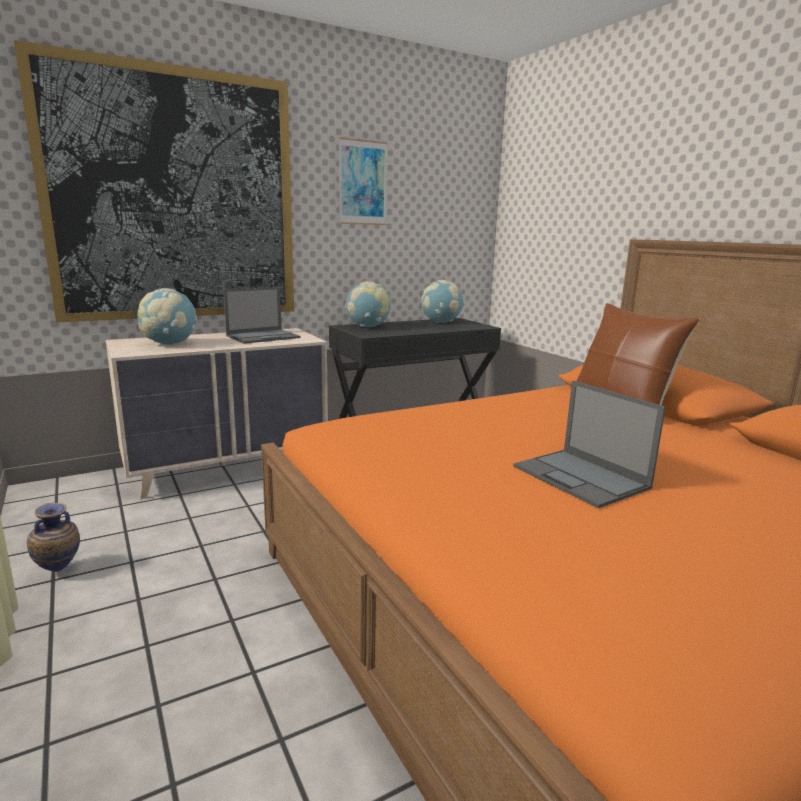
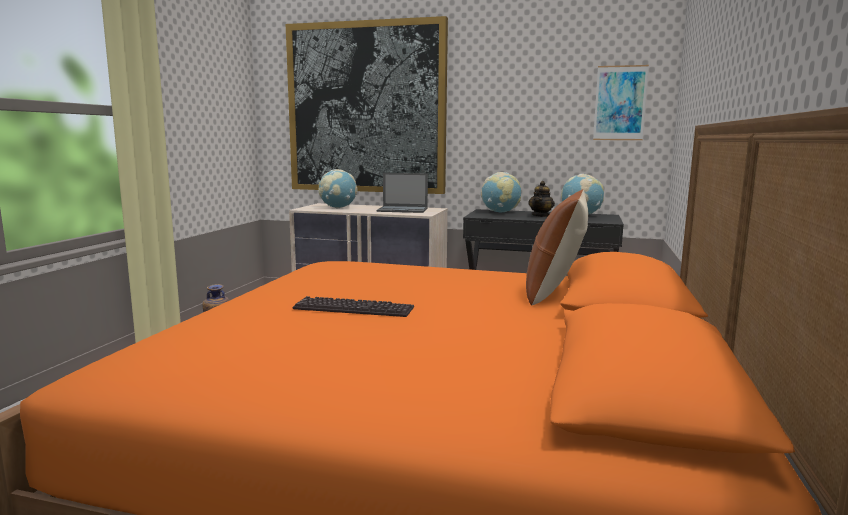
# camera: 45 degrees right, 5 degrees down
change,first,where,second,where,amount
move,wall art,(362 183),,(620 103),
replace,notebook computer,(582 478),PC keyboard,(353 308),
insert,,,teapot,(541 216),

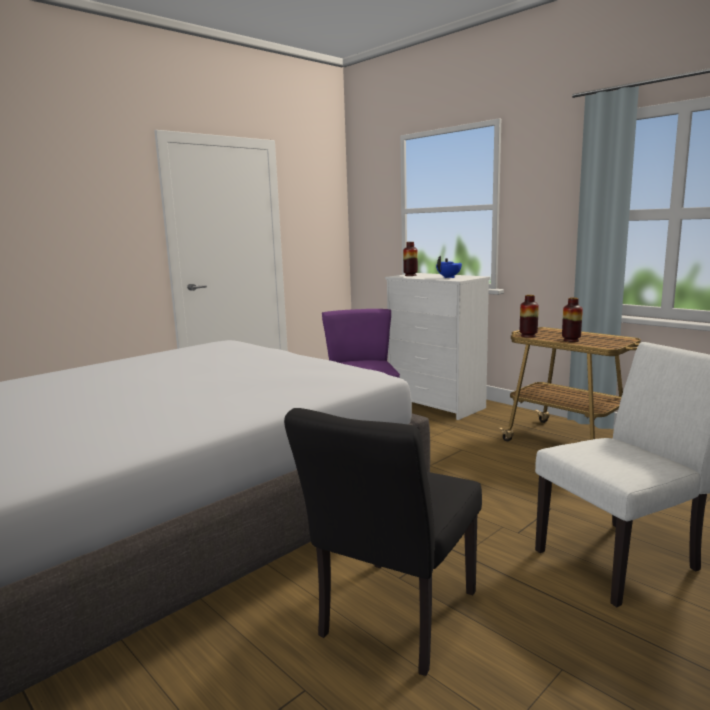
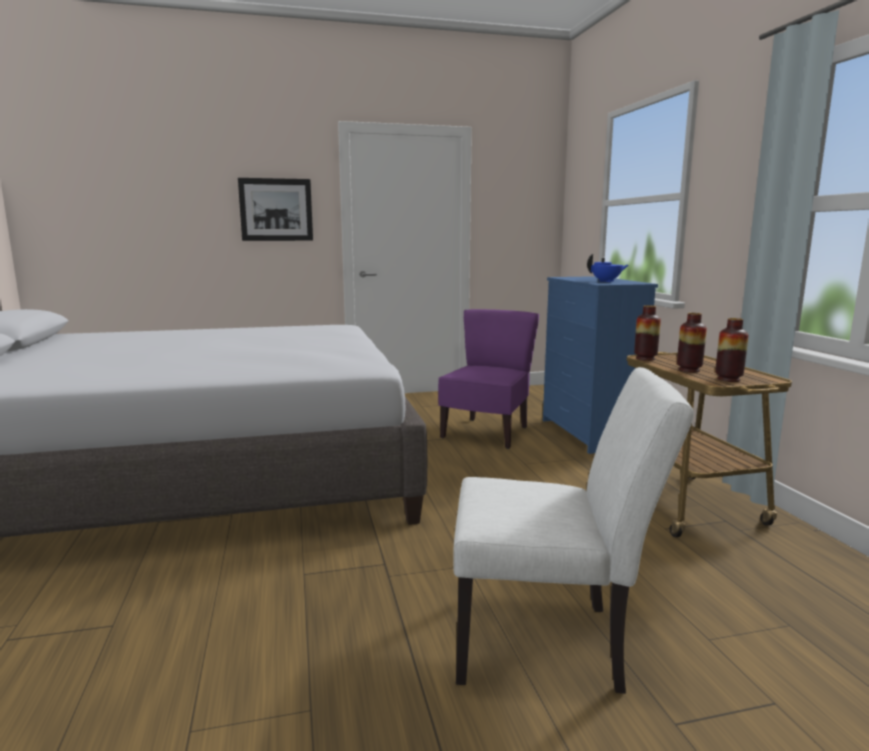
# camera: 30 degrees right, 0 degrees up
change,first,where,second,where,amount
move,flower vase,(410 275),,(728 379),
recolor,drawer chest in whitish,(436 405),drawer chest in blue,(588 434),
delete,chair in blackish,(392 621),,,
insert,,,wall art,(276 209),

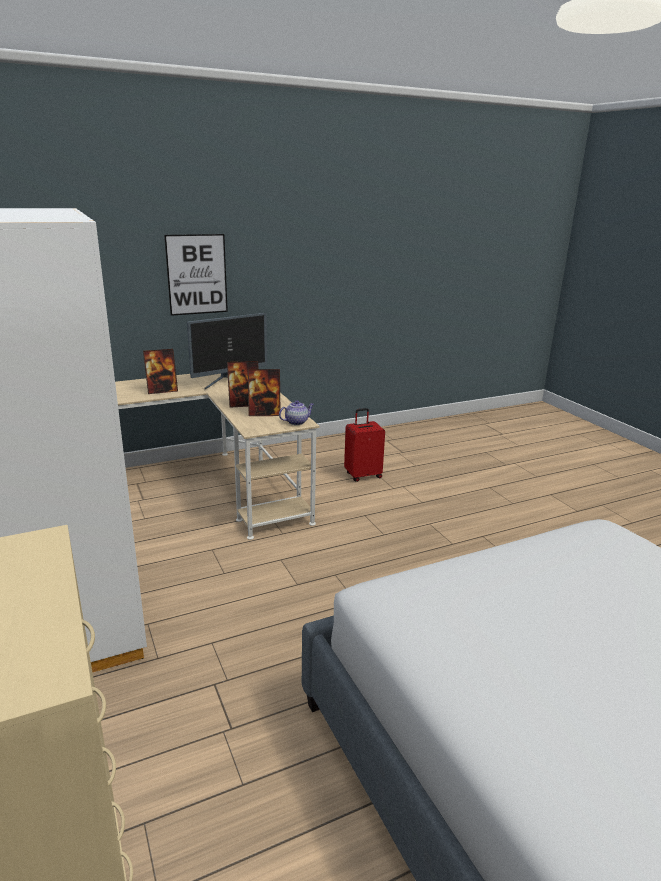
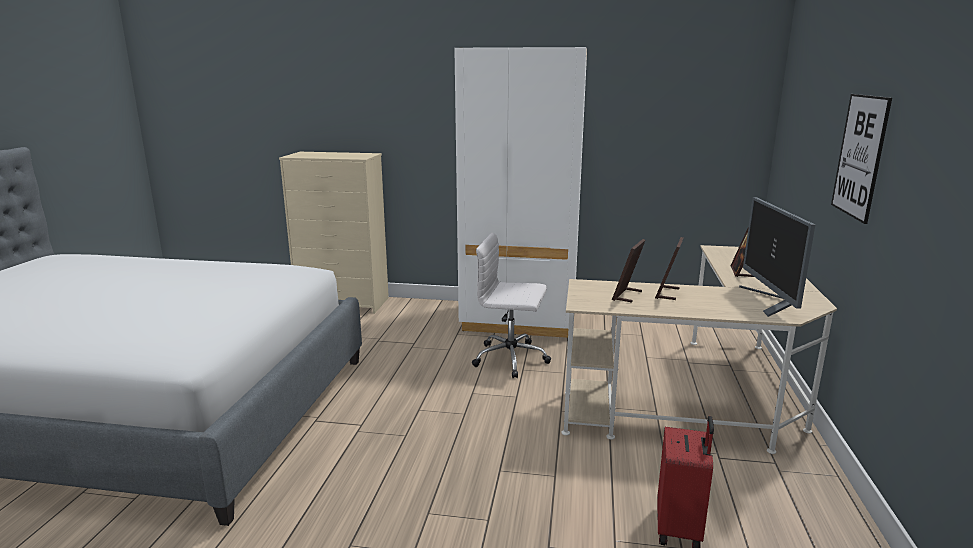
# camera: 125 degrees right, 5 degrees down
change,first,where,second,where,amount
delete,teapot,(297 422),,,
insert,,,computer chair in whitish,(512 359),

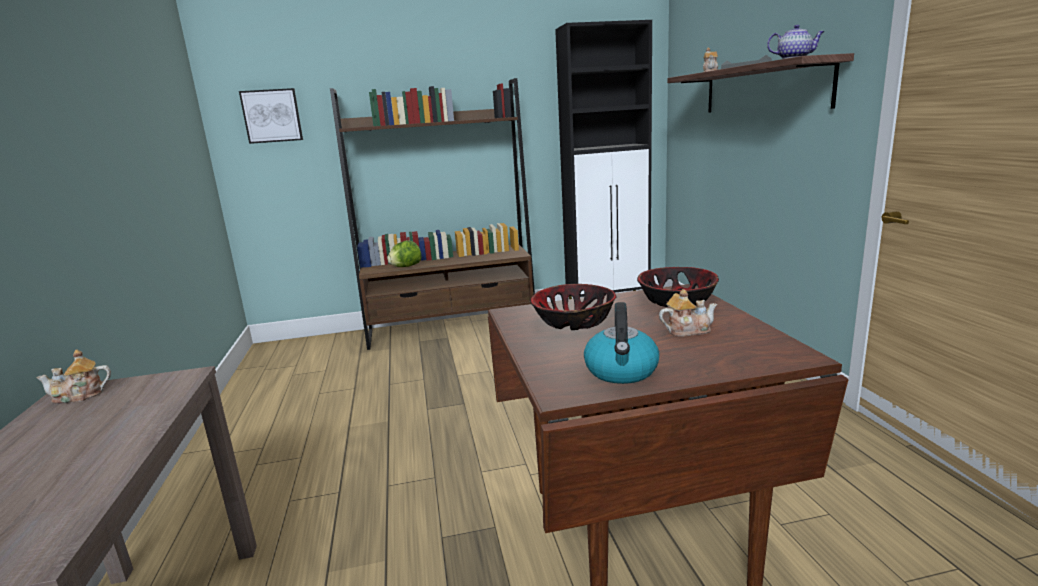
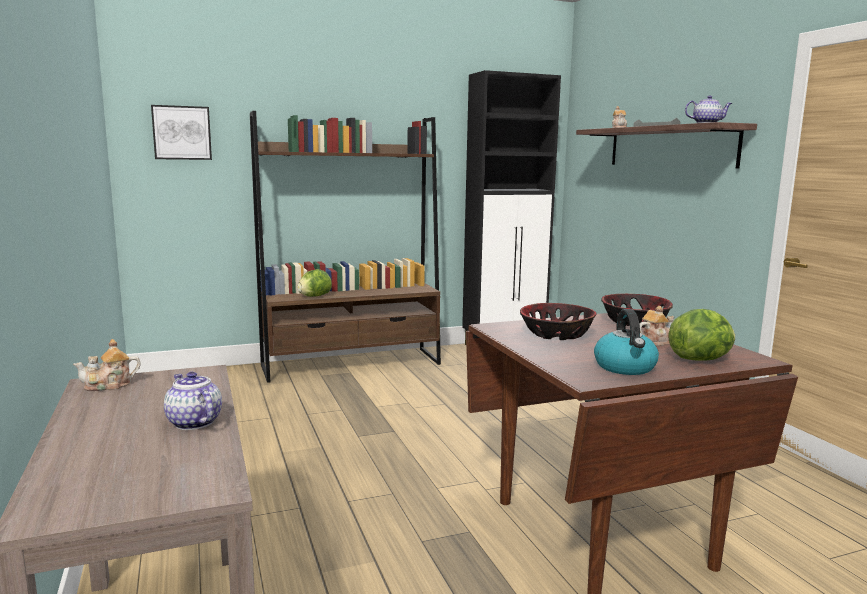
# camera: 10 degrees left, 5 degrees down
change,first,where,second,where,amount
insert,,,lettuce,(701 359),
insert,,,teapot,(193 422),

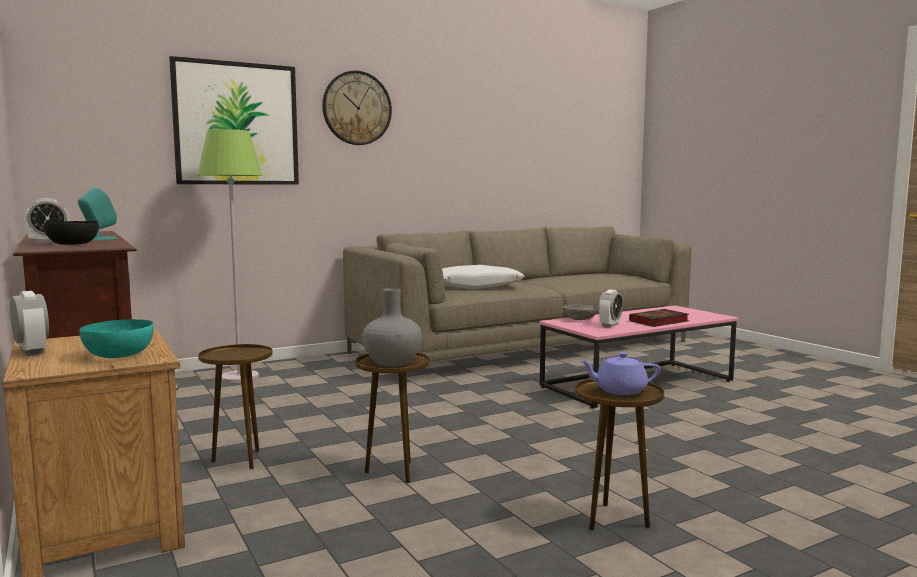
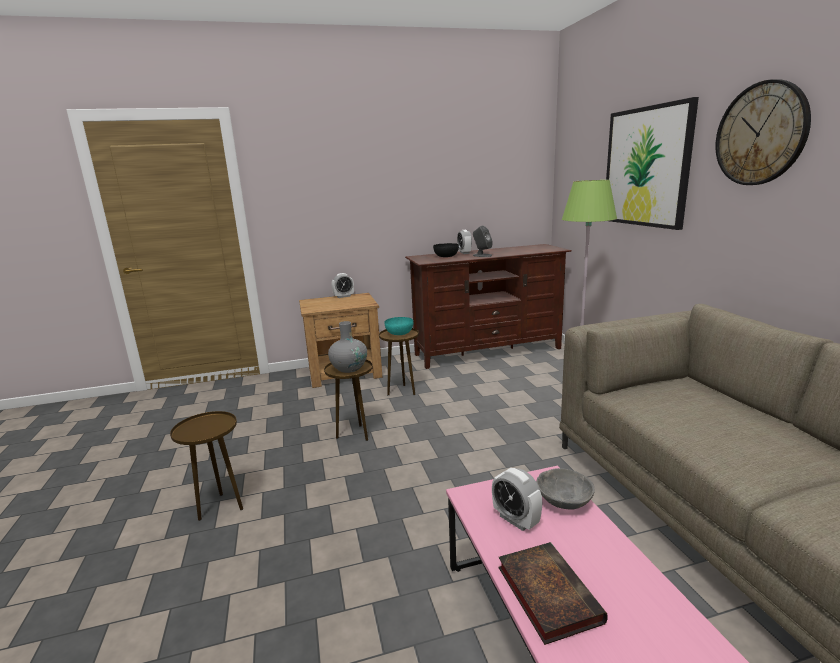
# camera: 105 degrees right, 10 degrees up
change,first,where,second,where,amount
recolor,loudspeaker in turquoise-coloured,(98 239),loudspeaker in greyish,(482 255),
delete,throw pillow in whitish,(476 286),,,
move,bowl in turquoise-coloured,(119 355),,(399 333),
delete,teapot in purple,(619 390),,,

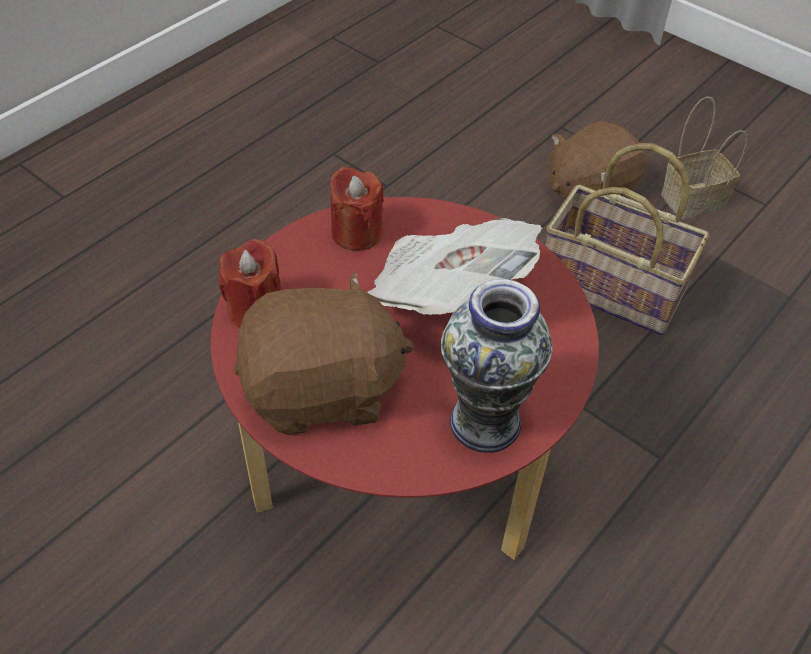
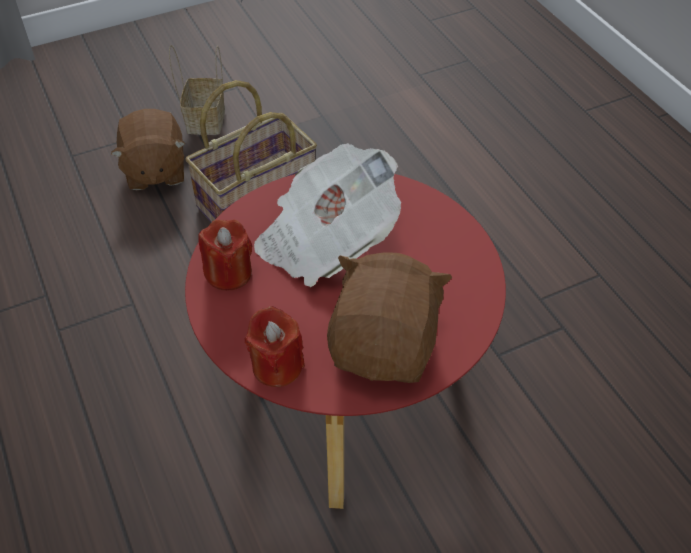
# camera: 65 degrees left, 0 degrees up
change,first,where,second,where,amount
delete,flower vase,(486 422),,,

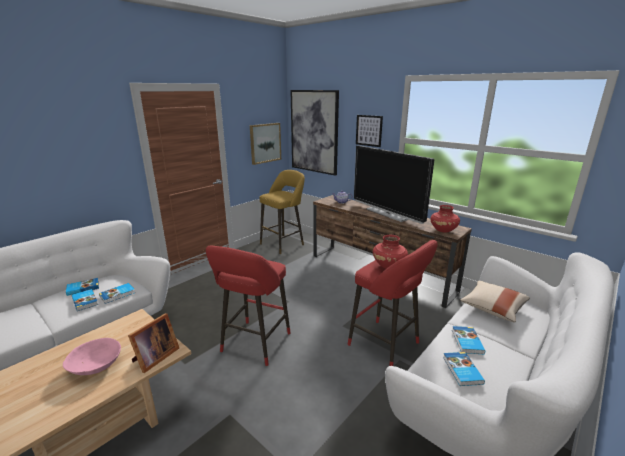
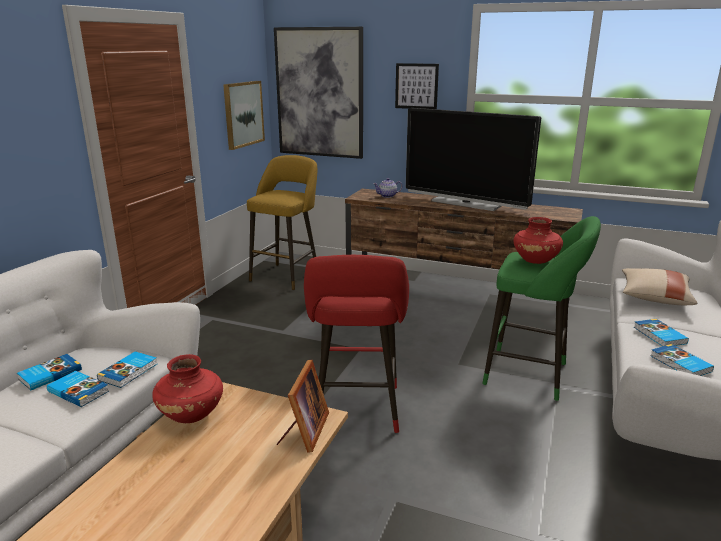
# camera: 20 degrees left, 0 degrees up
change,first,where,second,where,amount
move,flower vase in red,(443 230),,(191 415),
recolor,sitting stool in red,(387 345),sitting stool in green,(531 375),
delete,bowl in pinkish,(96 366),,,

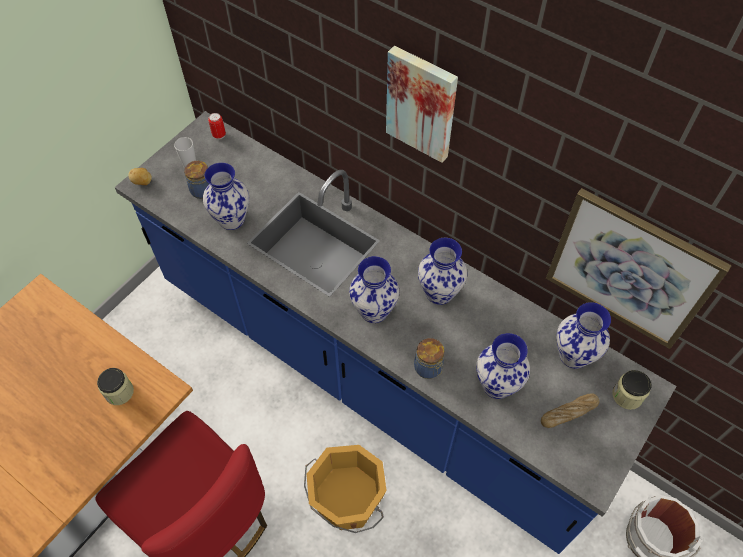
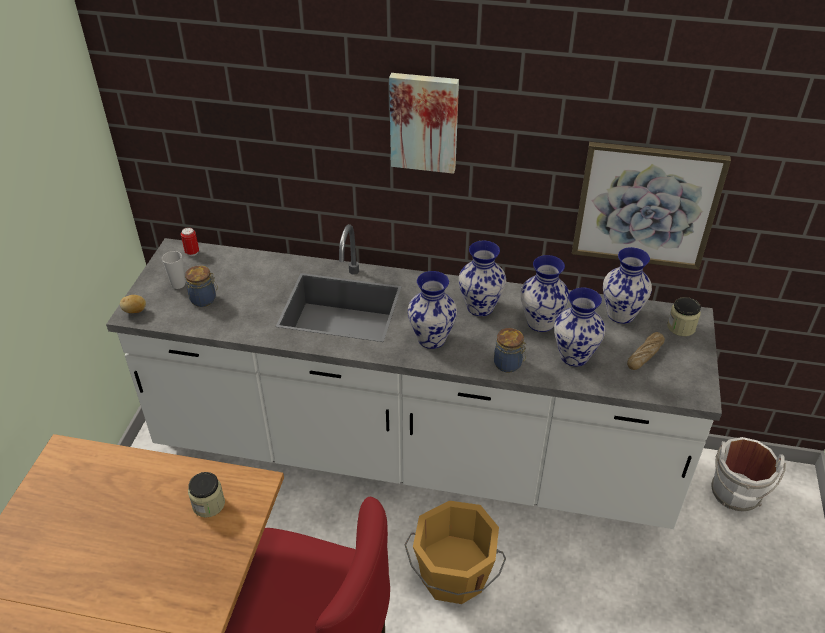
# camera: 25 degrees left, 15 degrees down
change,first,where,second,where,amount
recolor,kitchen base unit in blue,(371 373),kitchen base unit in whitish,(412 456),
move,flower vase,(231 219),,(539 322),

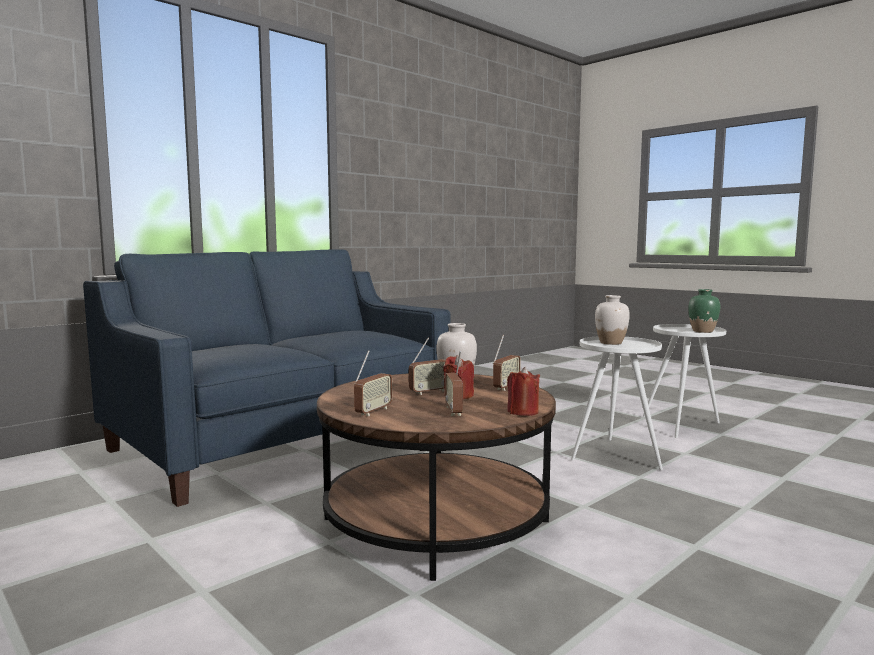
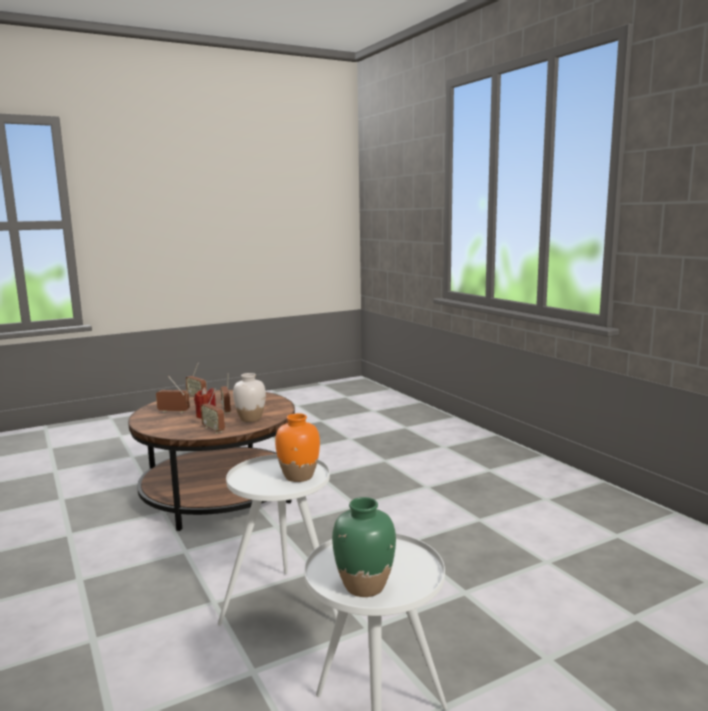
# camera: 105 degrees right, 5 degrees up
change,first,where,second,where,amount
delete,couch in blue,(283 440),,,
recolor,flower vase in whitish,(611 343),flower vase in orange,(298 476),
delete,wax light in red,(522 412),,,

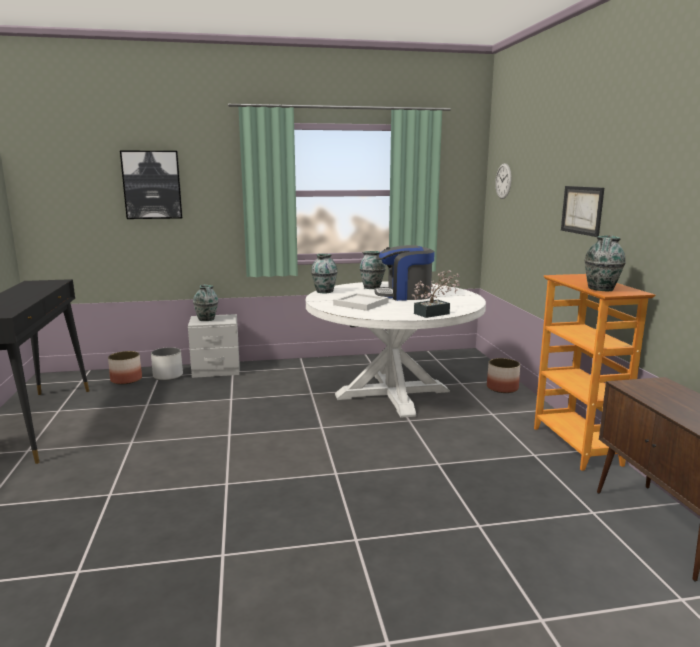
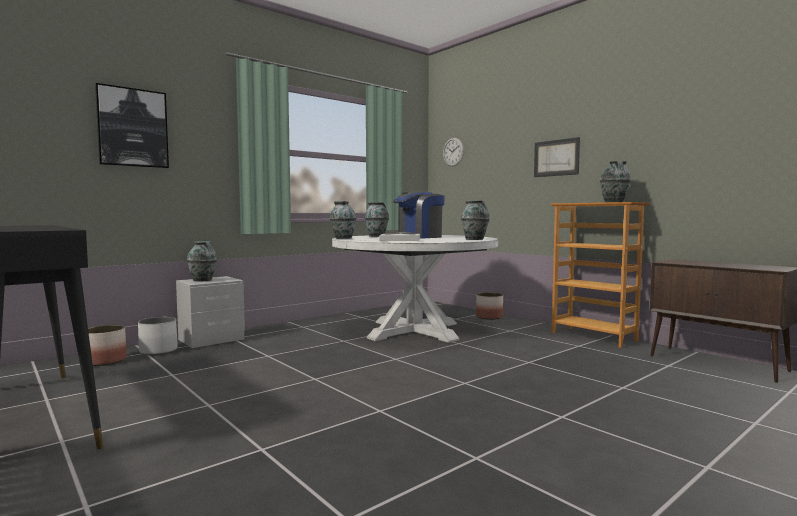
# camera: 30 degrees left, 10 degrees down
change,first,where,second,where,amount
replace,plant in a pot,(435 313),flower vase,(475 239),

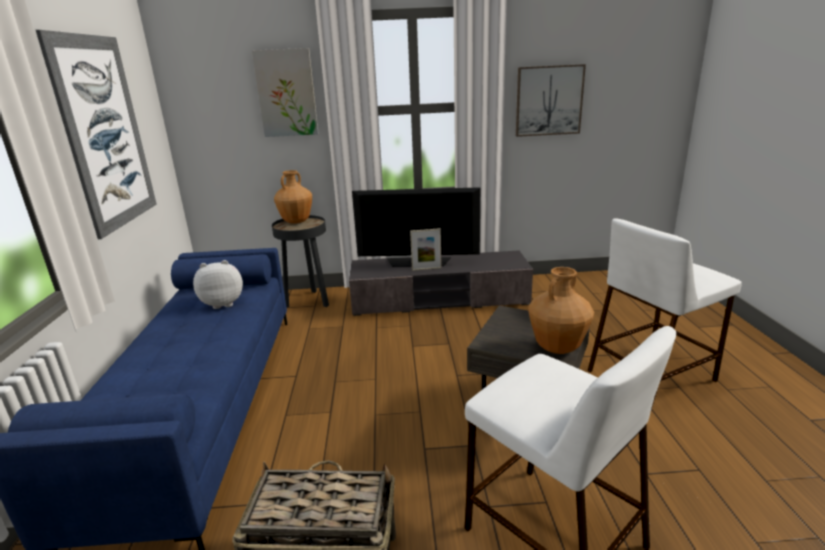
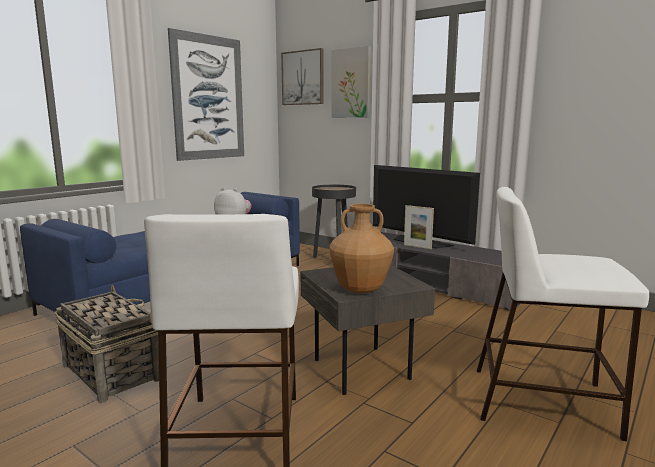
# camera: 40 degrees right, 10 degrees down
change,first,where,second,where,amount
move,wall art,(548 101),,(303 78),
delete,flower vase in brown,(296 222),,,

